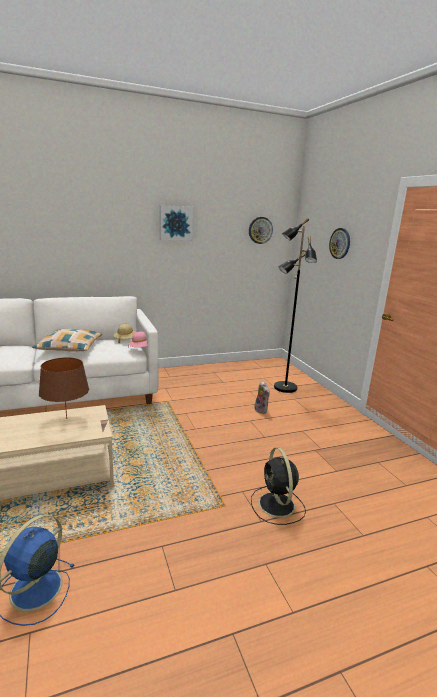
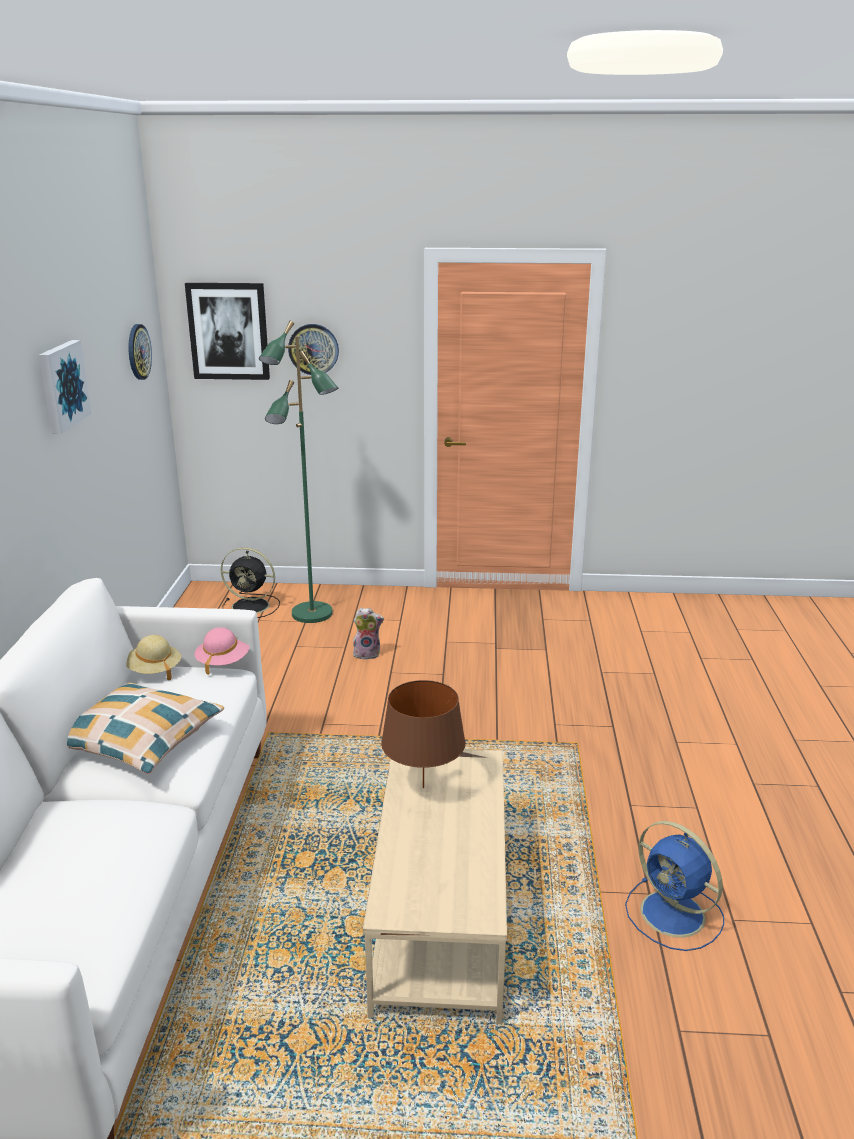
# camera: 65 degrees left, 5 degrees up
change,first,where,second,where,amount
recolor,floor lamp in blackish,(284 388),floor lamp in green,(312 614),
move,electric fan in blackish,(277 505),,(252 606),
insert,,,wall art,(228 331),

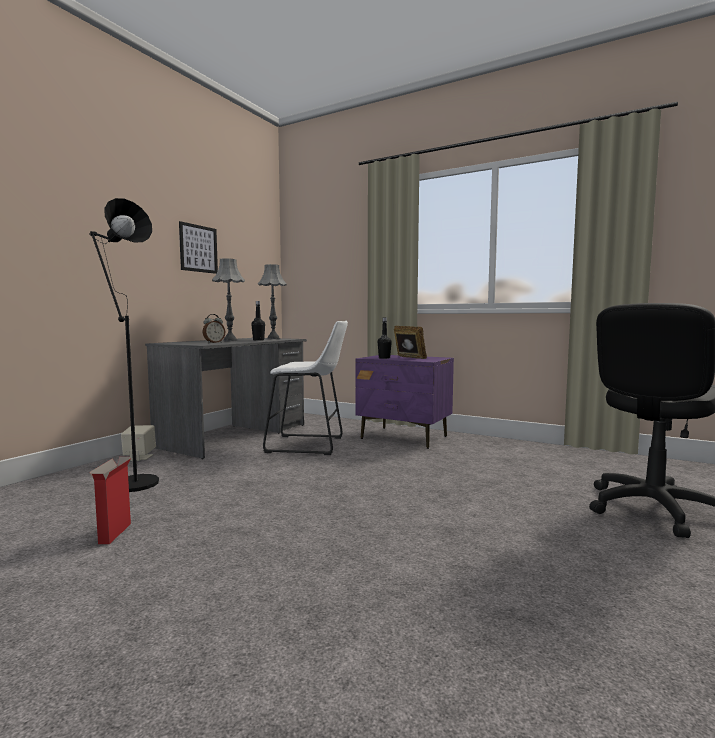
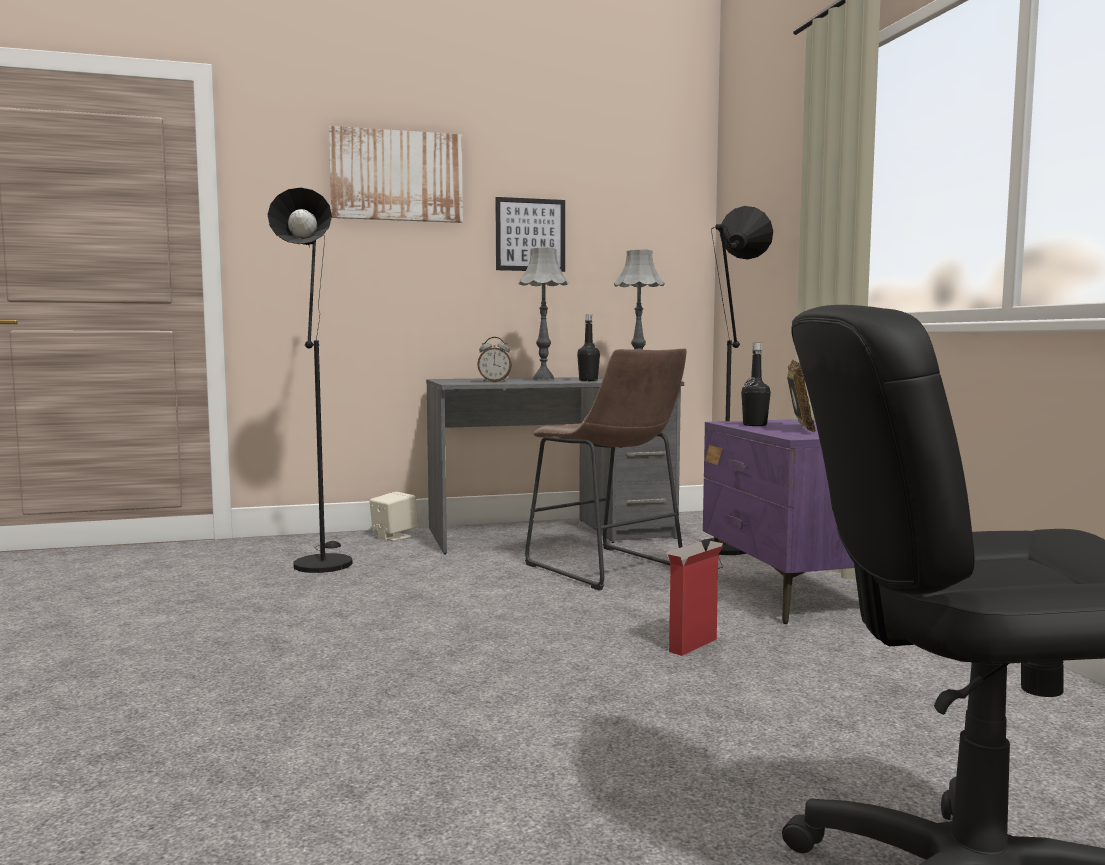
# camera: 45 degrees right, 0 degrees up
change,first,where,second,where,amount
recolor,sitting stool in whitish,(310 445),sitting stool in brown,(608 569),
move,cardboard box,(115 533),,(693 645),
insert,,,wall art,(397 176),
insert,,,floor lamp in blackish,(723 551),

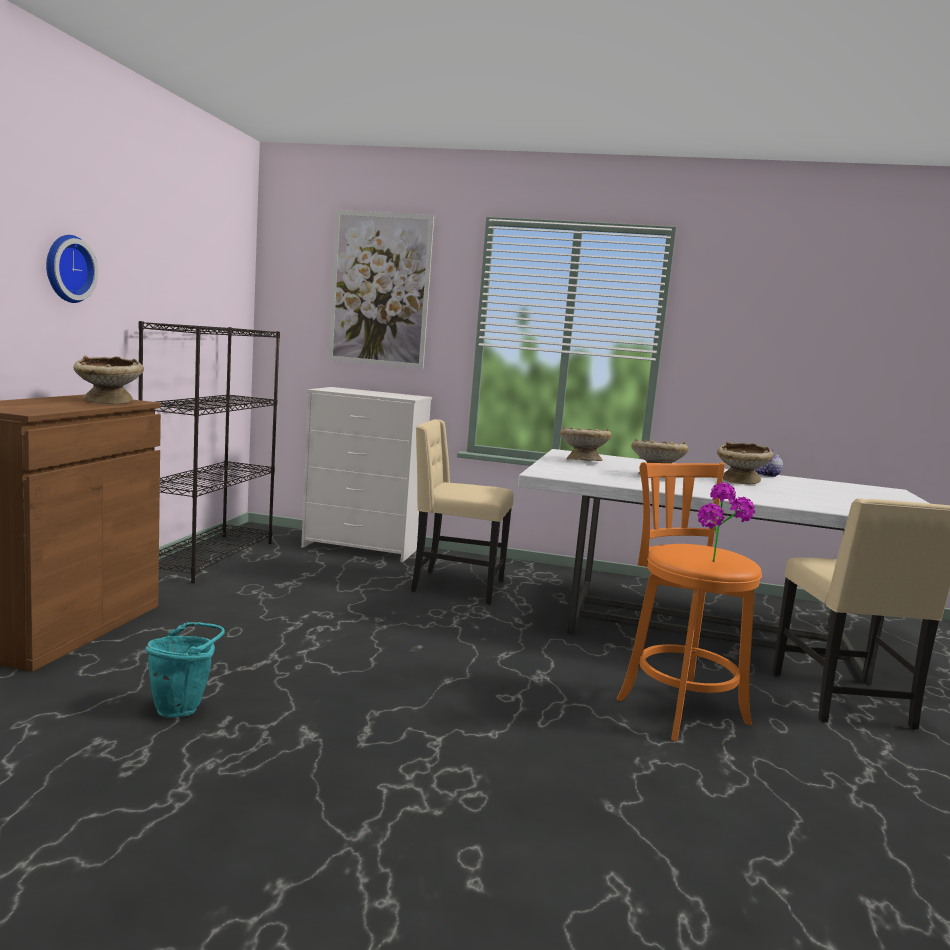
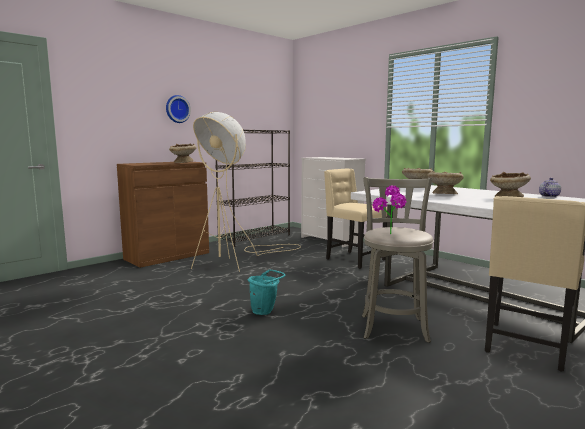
# camera: 35 degrees right, 0 degrees up
change,first,where,second,where,amount
delete,wall art,(380 289),,,
recolor,sitting stool in orange,(678 708),sitting stool in greyish,(393 326),
move,water bucket in turquoise-coloured,(183 708),,(265 311),
insert,,,floor lamp in sand-coloured,(236 261),

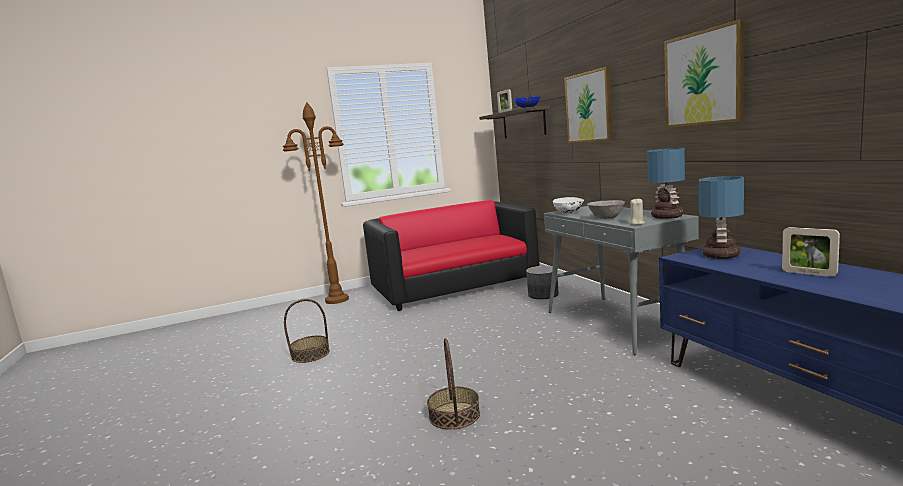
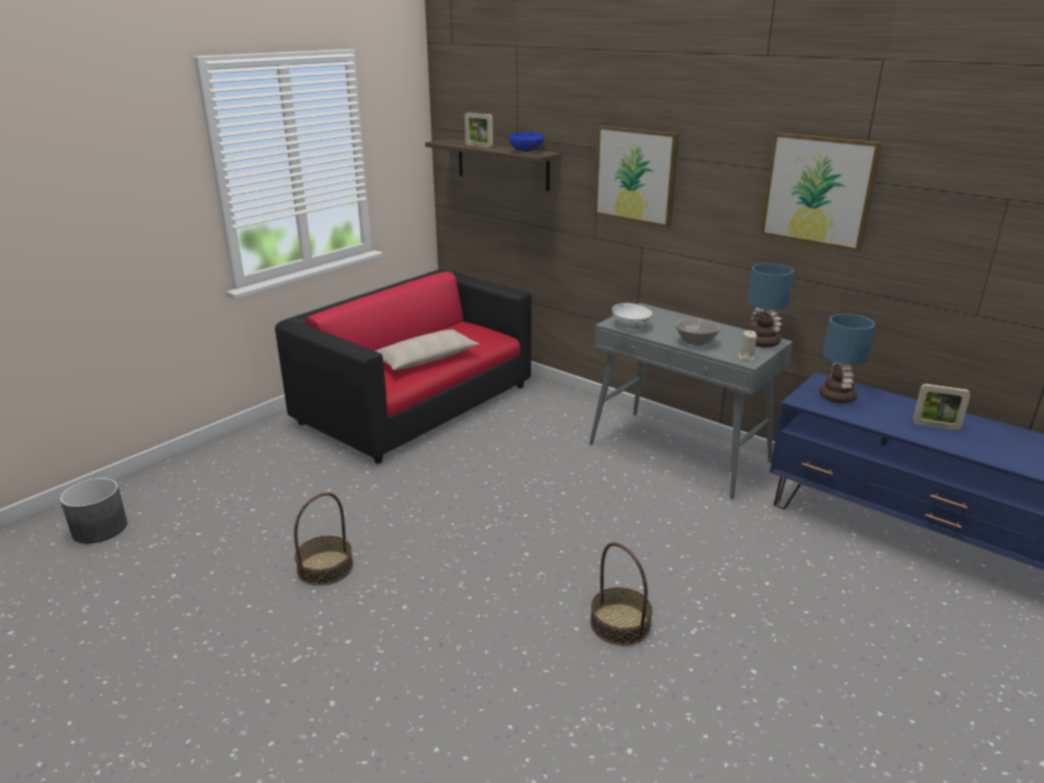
# camera: 30 degrees left, 15 degrees up
change,first,where,second,where,amount
delete,floor lamp in brown,(337 300),,,
move,planter in greyish,(543 294),,(99 528),
insert,,,throw pillow in sand-coloured,(425 359),

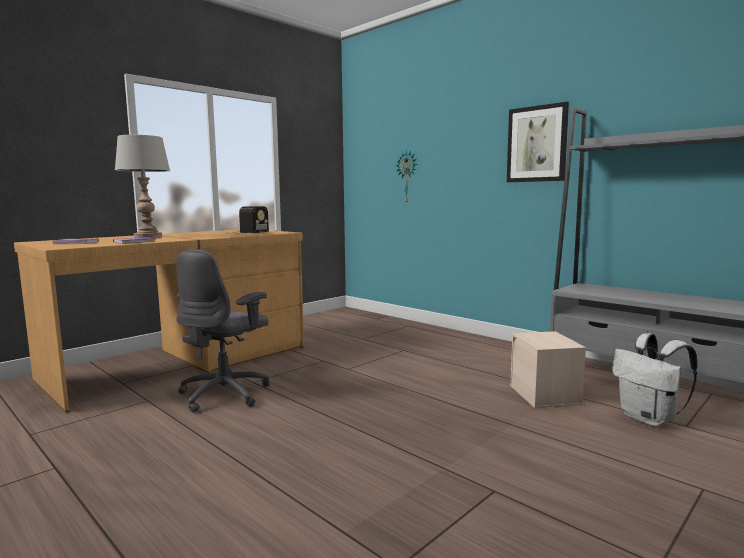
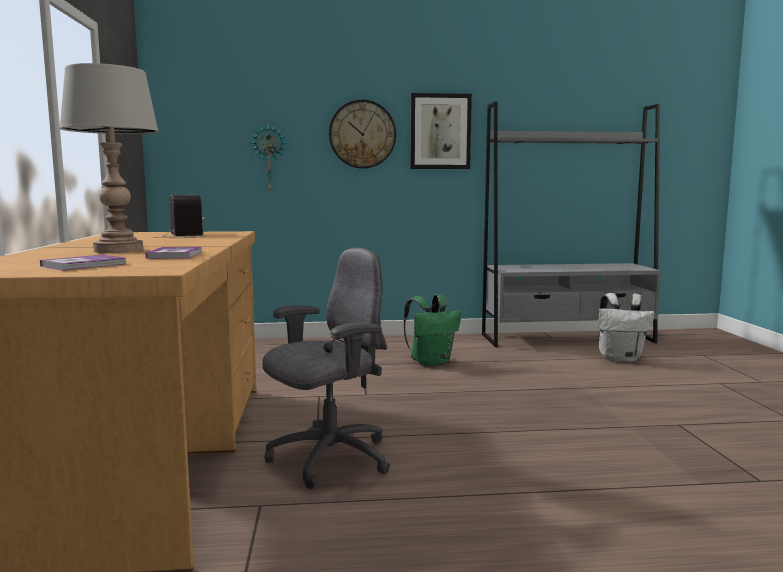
# camera: 50 degrees left, 0 degrees up
change,first,where,second,where,amount
rotate,computer chair in greyish,(226 394),,(329 459),105 degrees counterclockwise
delete,storage bin in sand-coloured,(545 395),,,
insert,,,wall clock,(362 134),
insert,,,knapsack in green,(431 362),

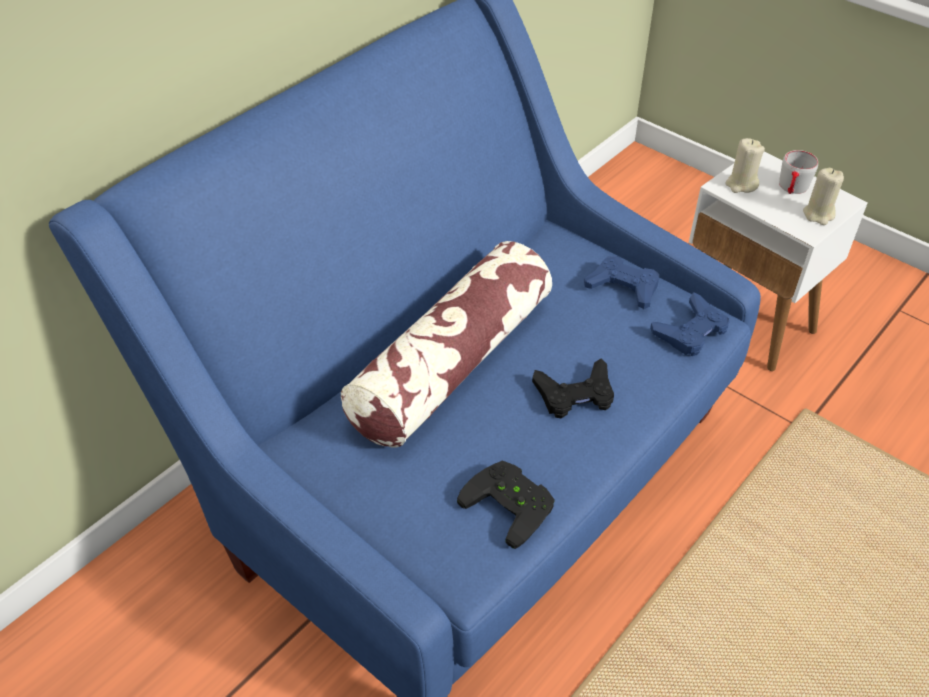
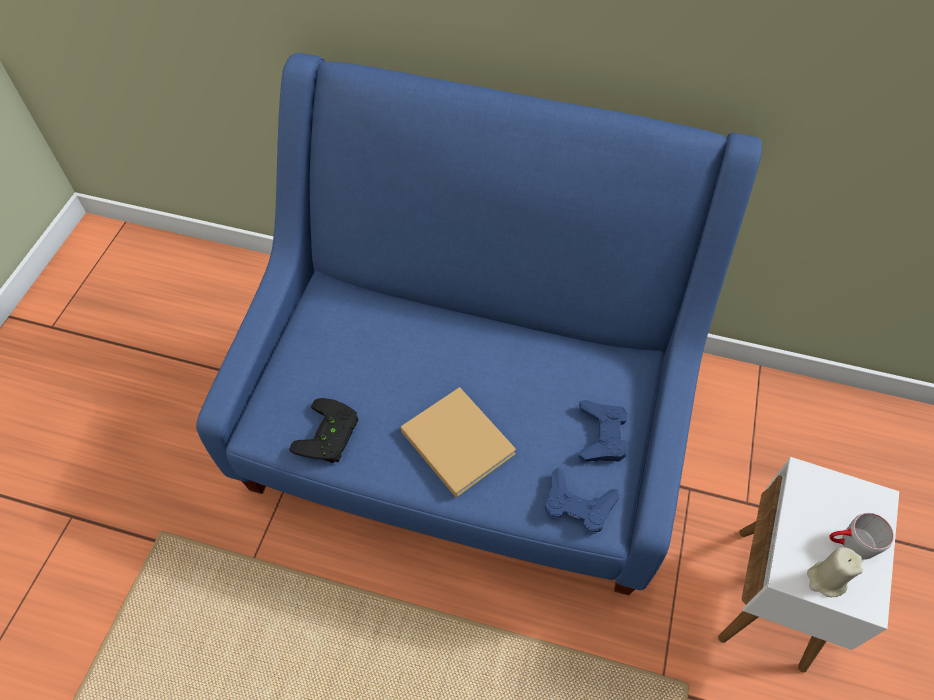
# camera: 65 degrees right, 10 degrees up
change,first,where,second,where,amount
delete,wax light in sand-coloured,(741 184),,,
delete,throw pillow,(452 363),,,
replace,gamepad in blackish,(575 394),volume in sand-coloured,(455 440),

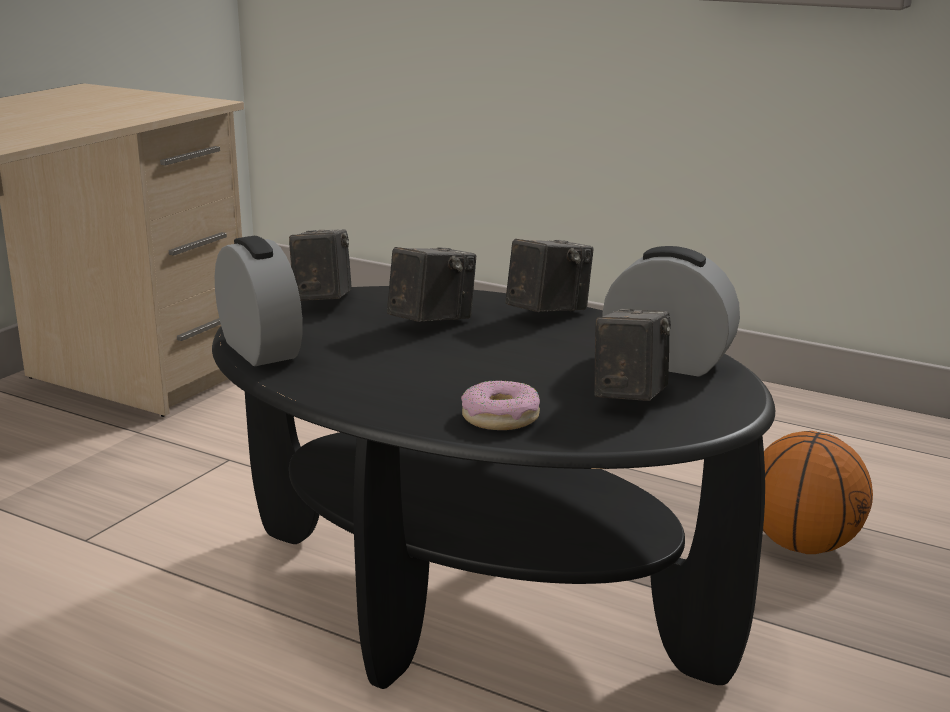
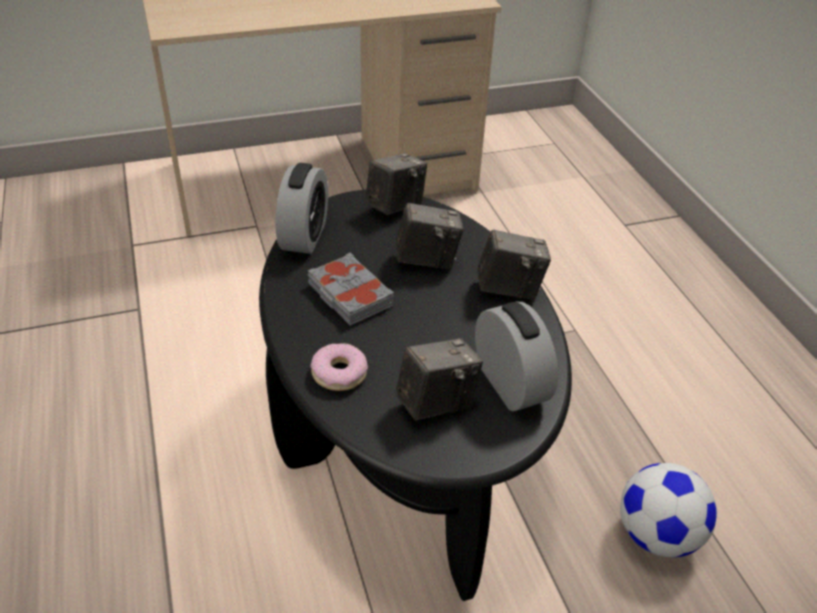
# camera: 40 degrees right, 20 degrees up
change,first,where,second,where,amount
replace,ball for basketball,(804 545),football ball,(657 536),
insert,,,volume in greyish,(349 296),

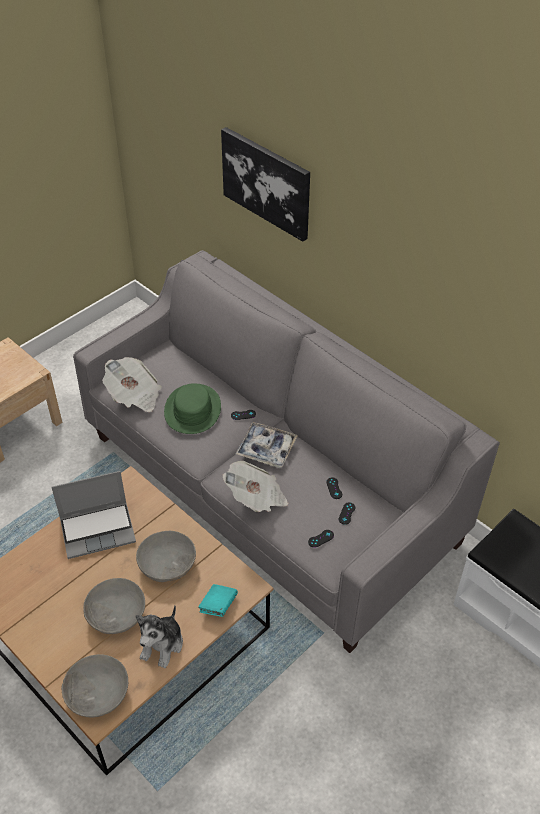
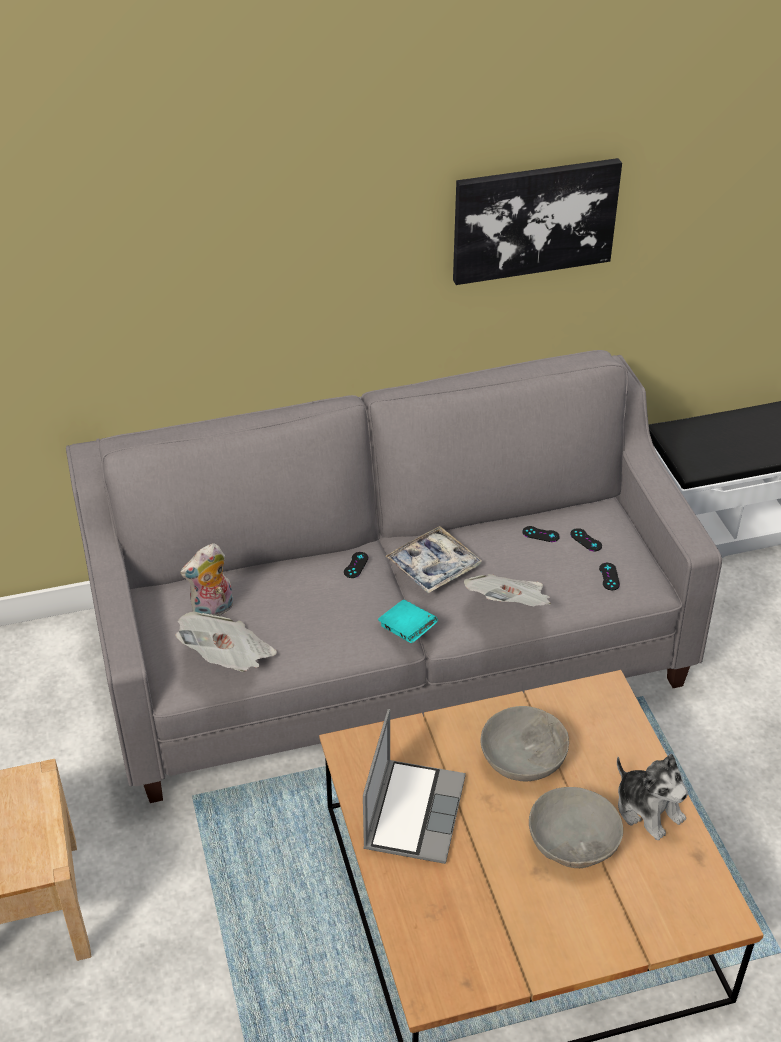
# camera: 60 degrees left, 5 degrees down
change,first,where,second,where,amount
move,wall art,(266 182),,(534 219),
delete,clothing hat in green,(192 410),,,
move,volume in turquoise-coloured,(218 606),,(407 631),
delete,bowl in greyish,(97 694),,,
insert,,,plush toy,(212 610),

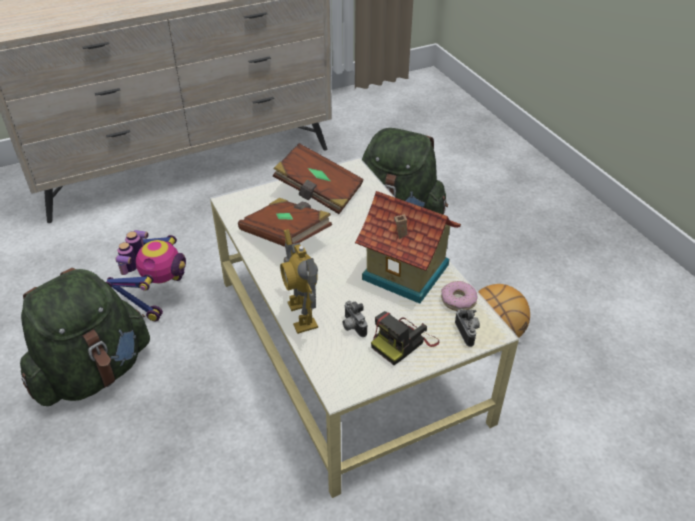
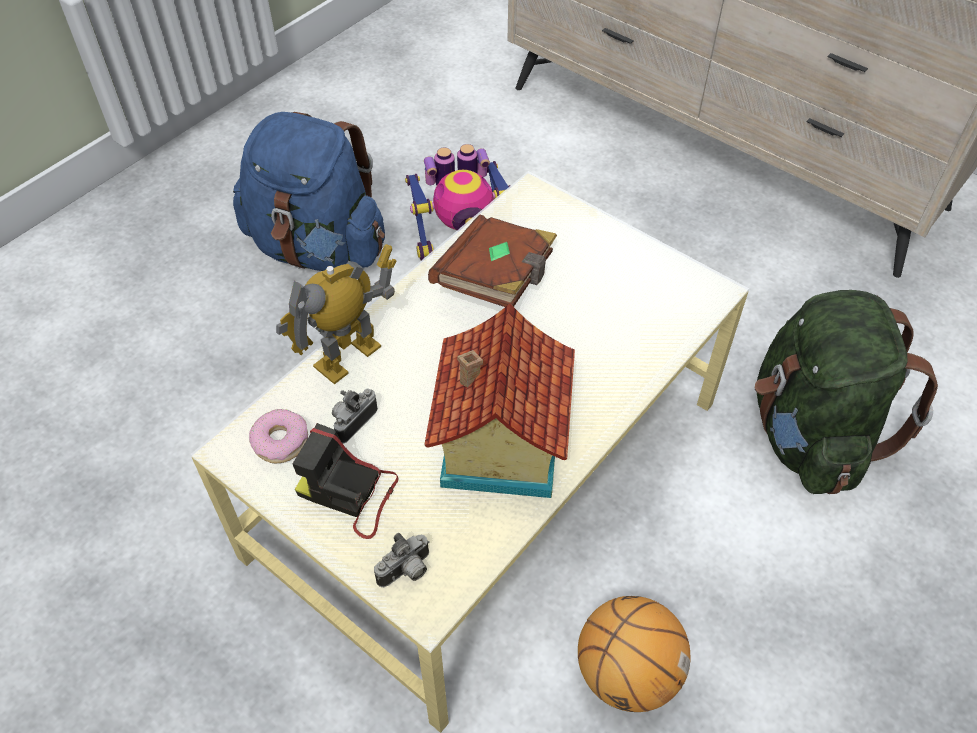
# camera: 65 degrees right, 10 degrees up
change,first,where,second,where,amount
delete,volume in brown,(318 192),,,
recolor,knapsack in green,(94 372),knapsack in blue,(318 248),
move,donut,(458 300),,(281 441),

